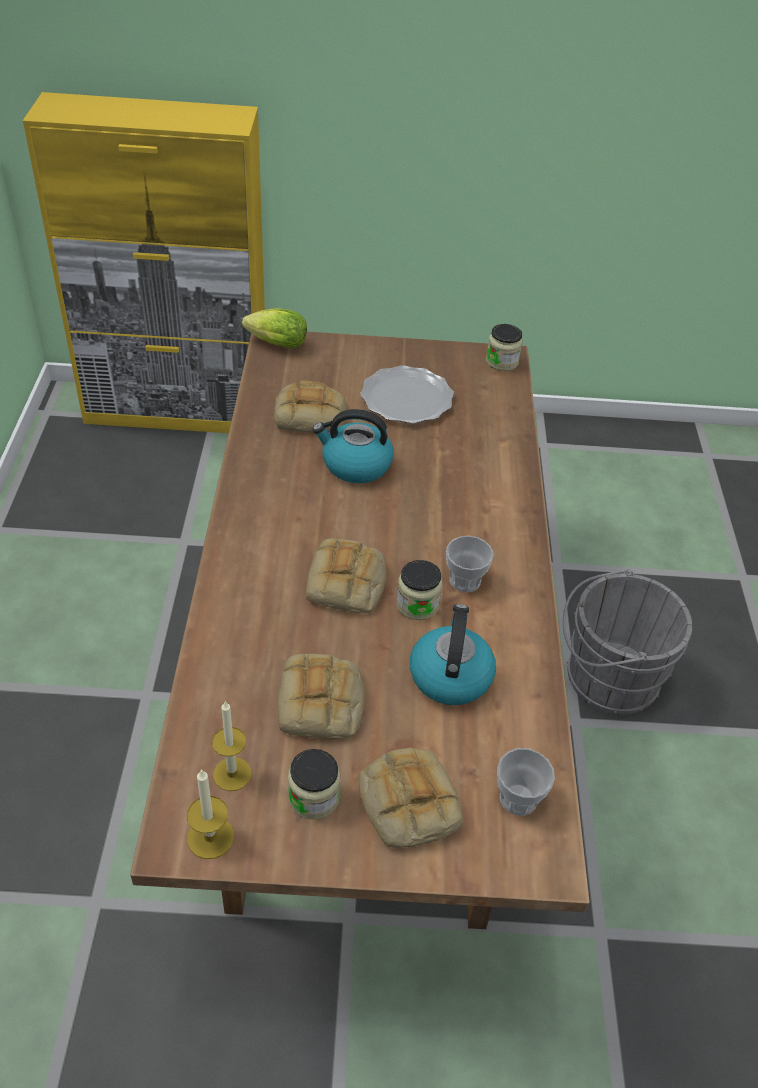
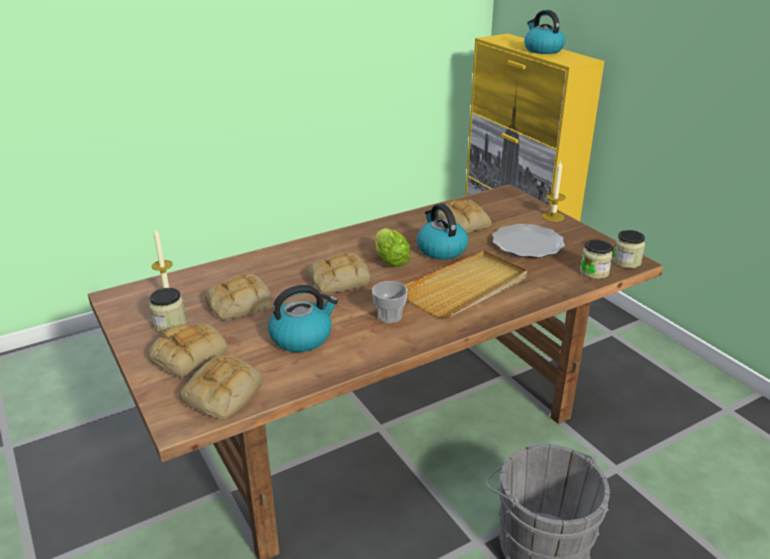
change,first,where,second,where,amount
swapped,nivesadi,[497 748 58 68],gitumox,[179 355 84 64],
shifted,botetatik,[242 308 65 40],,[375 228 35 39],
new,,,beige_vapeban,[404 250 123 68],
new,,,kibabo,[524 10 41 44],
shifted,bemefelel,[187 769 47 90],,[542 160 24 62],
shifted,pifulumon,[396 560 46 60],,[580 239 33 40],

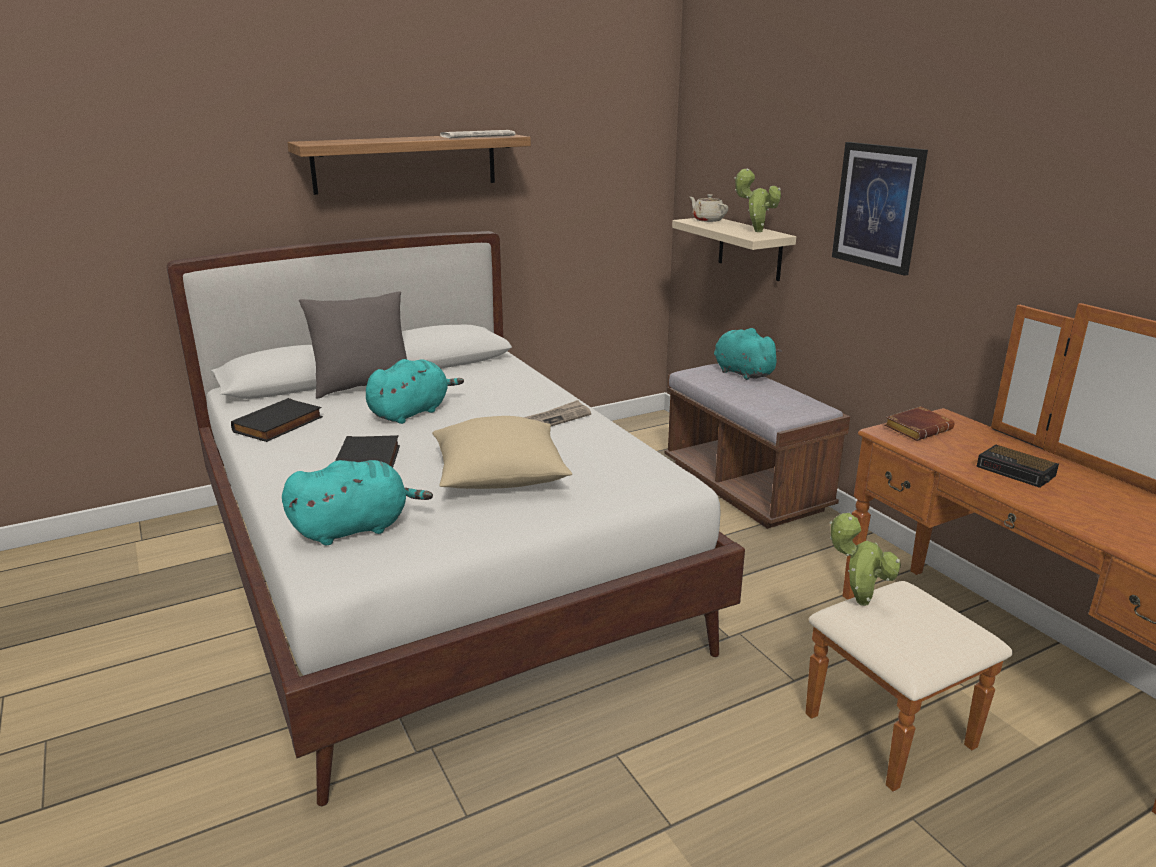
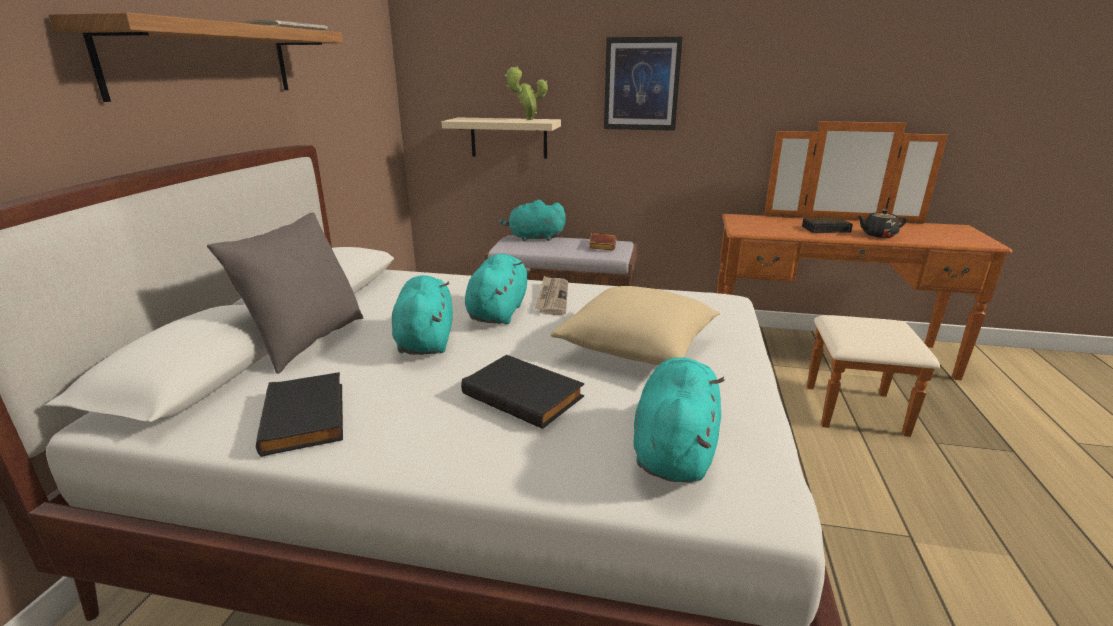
change,first,where,second,where,amount
new,,,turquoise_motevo,[465 254 66 70],
shifted,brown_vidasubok,[884 406 70 35],,[589 233 27 18],
new,,,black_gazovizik,[857 210 50 28],
gone,beige_gazovizik,[690 194 38 28],,,
gone,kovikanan,[829 512 72 94],,,

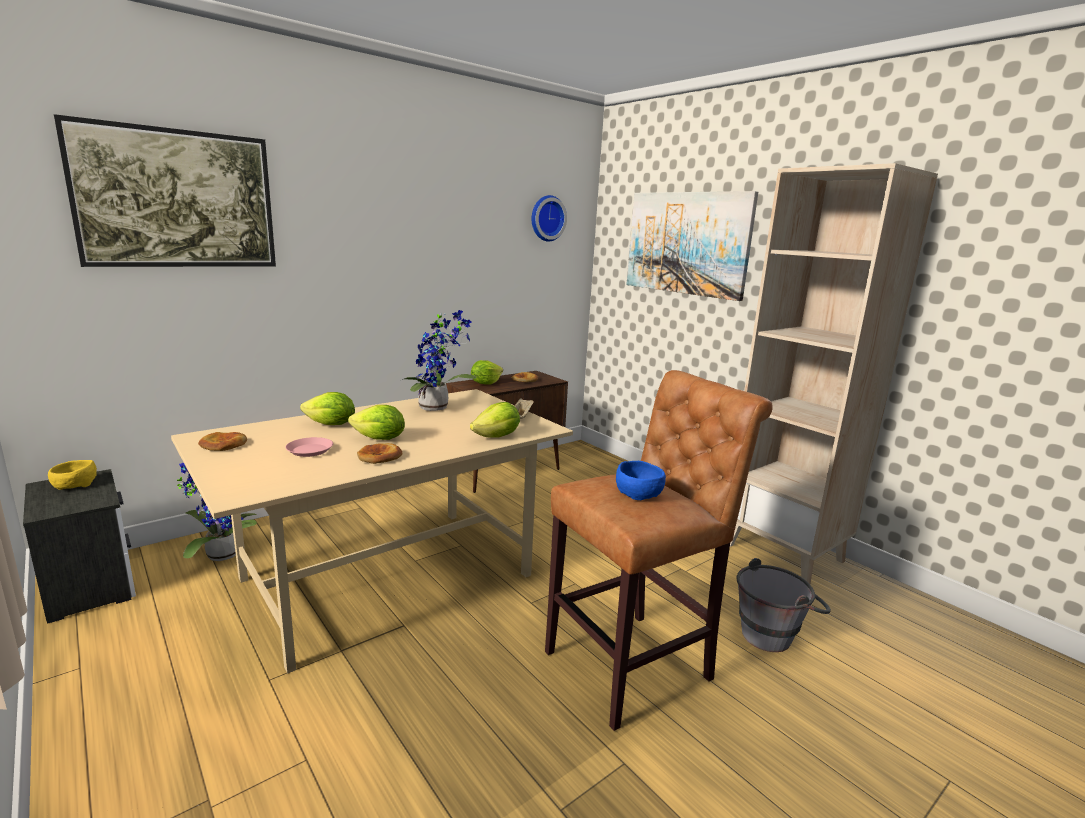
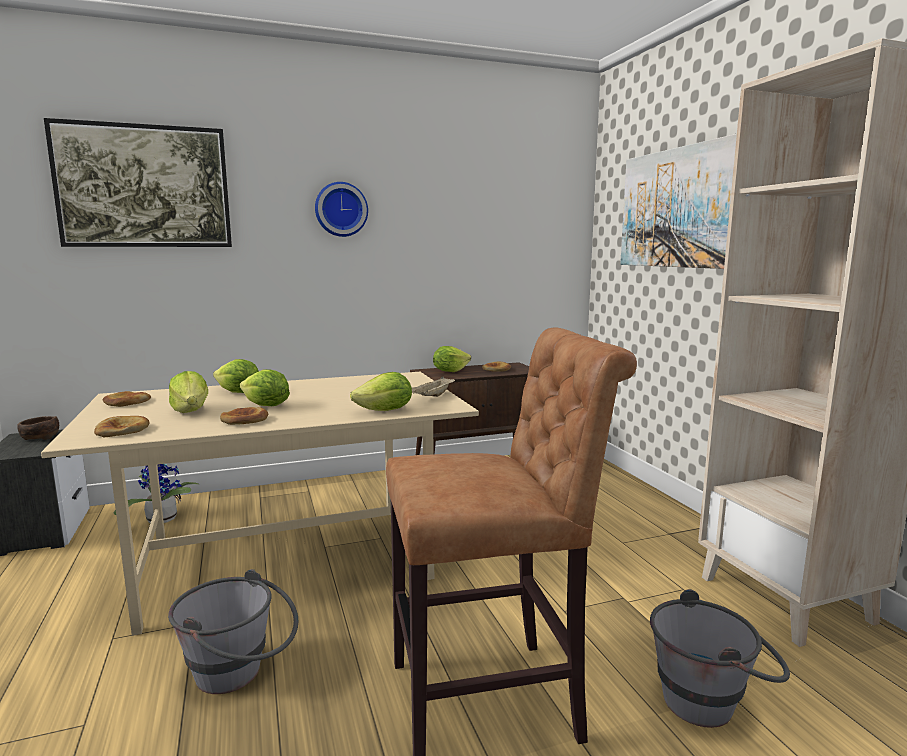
change,first,where,second,where,amount
repainted,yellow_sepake,[48 460 49 30],brown_sepake,[17 416 42 24],
new,,,gitumox,[94 416 56 21],
new,,,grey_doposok,[168 569 130 125],
swapped,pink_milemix,[286 437 47 20],botetatik,[169 371 39 42],
shifted,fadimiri,[532 195 35 47],,[315 182 53 55],
gone,kovikanan,[402 310 75 101],,,
gone,blue_sepake,[616 461 50 39],,,

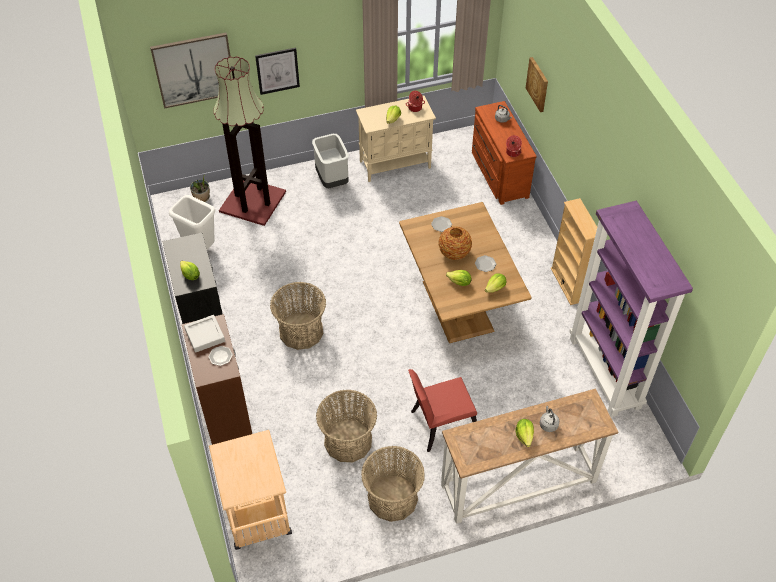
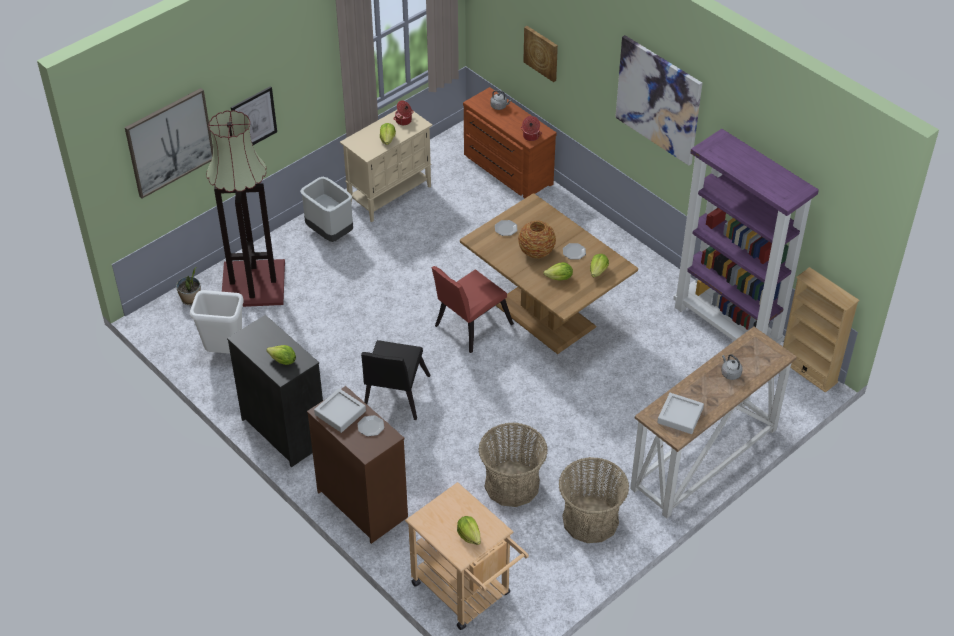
change,first,where,second,where,amount
swapped,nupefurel,[270 282 56 68],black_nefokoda,[361 340 69 80],
shifted,red_nefokoda,[408 369 69 83],,[431 266 83 87],
shifted,botetatik,[515 419 19 28],,[457 516 24 29],
new,,,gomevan,[615 35 87 130],
new,,,grey_vapeban,[657 393 47 41],
shifted,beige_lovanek,[551 198 46 107],,[783 267 76 126],

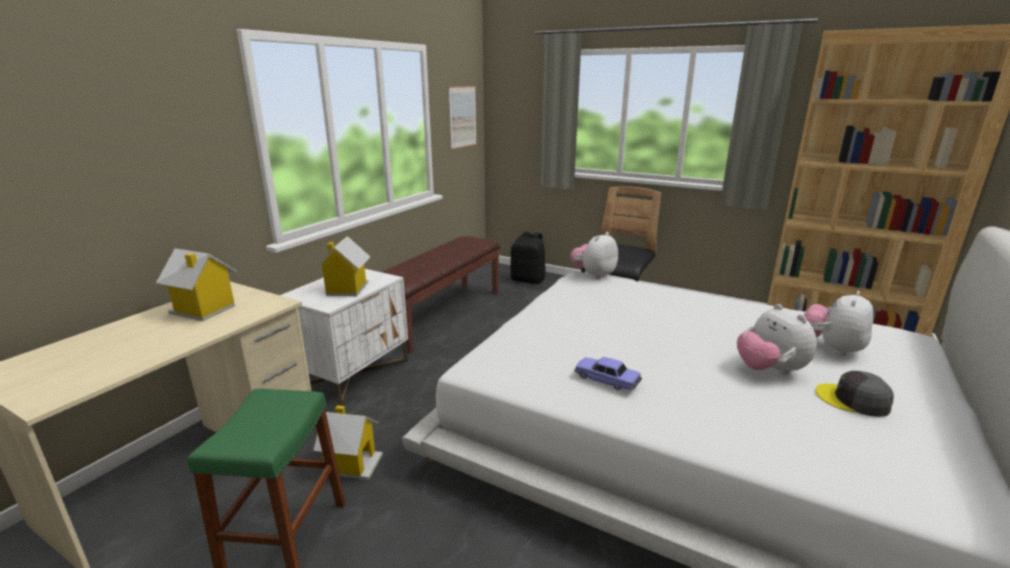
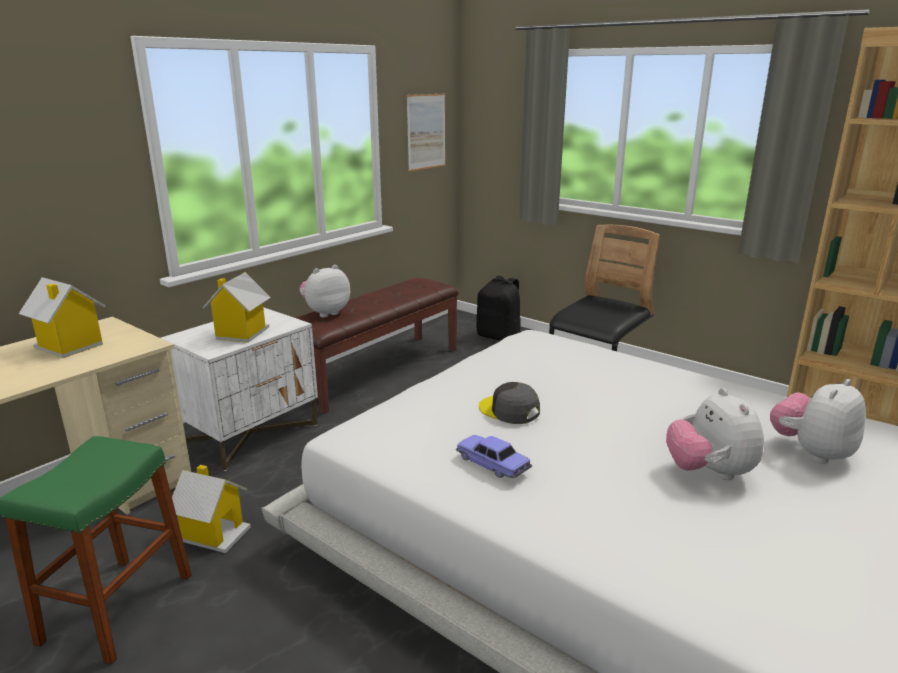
change,first,where,second,where,amount
shifted,motevo,[570 232 48 47],,[299 265 51 53],
shifted,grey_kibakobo,[816 371 78 46],,[479 382 61 42],

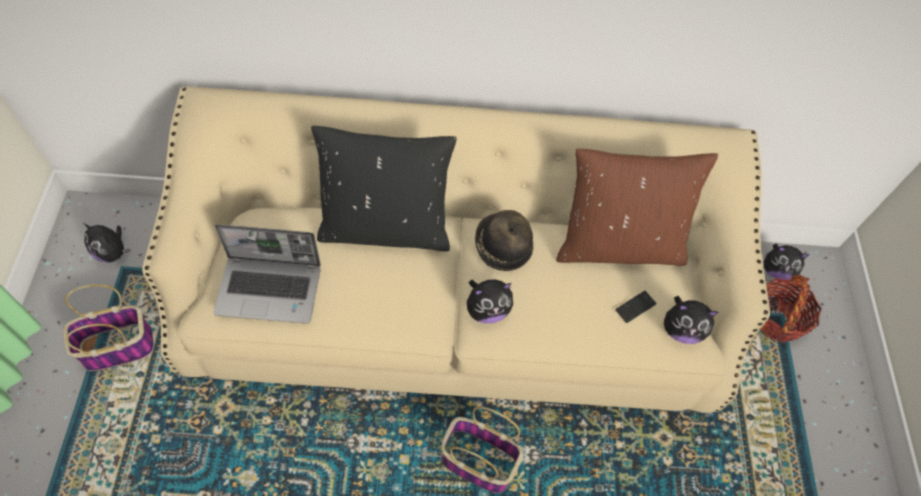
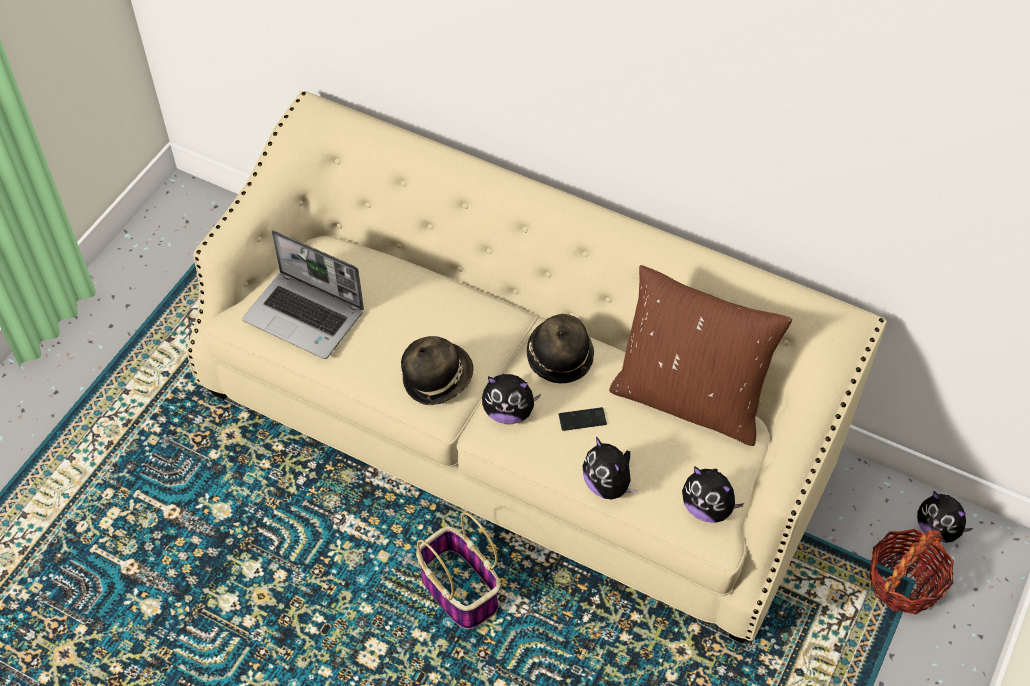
change,first,where,second,where,amount
new,,,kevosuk,[401 336 73 69],
shifted,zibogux,[615 291 41 32],,[559 407 48 24],
shifted,motevo,[83 223 48 40],,[583 437 55 62],
gone,nupefurel,[63 284 91 87],,,
gone,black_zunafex,[311 126 146 126],,,

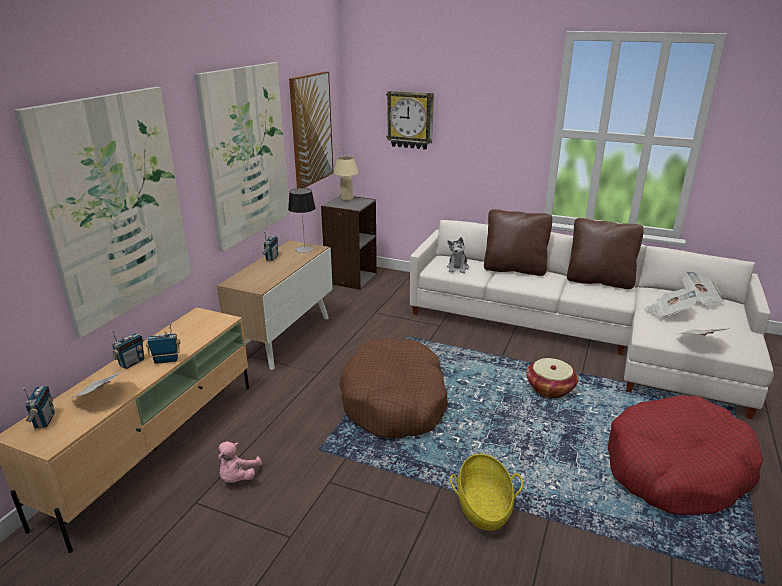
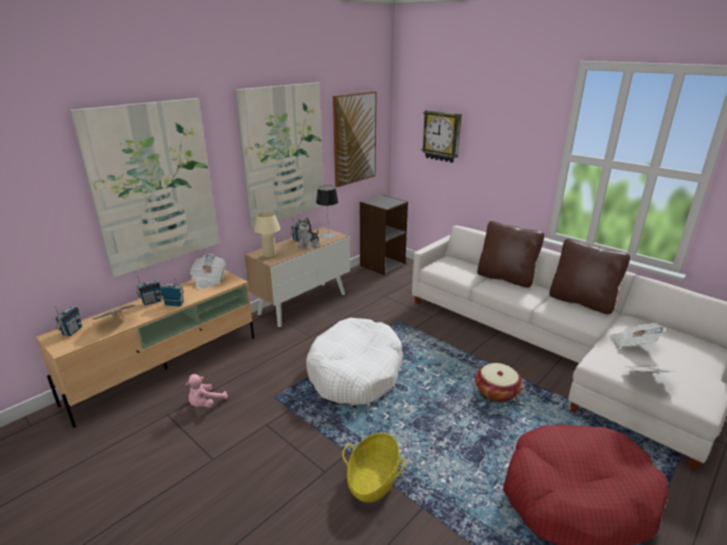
change,first,where,second,where,amount
shifted,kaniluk,[682 271 42 39],,[190 254 36 35],
shifted,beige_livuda,[334 156 25 45],,[254 212 26 46],
shifted,motevo,[447 237 22 36],,[298 217 21 33],
repainted,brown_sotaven,[339 338 109 100],white_sotaven,[306 318 97 87],

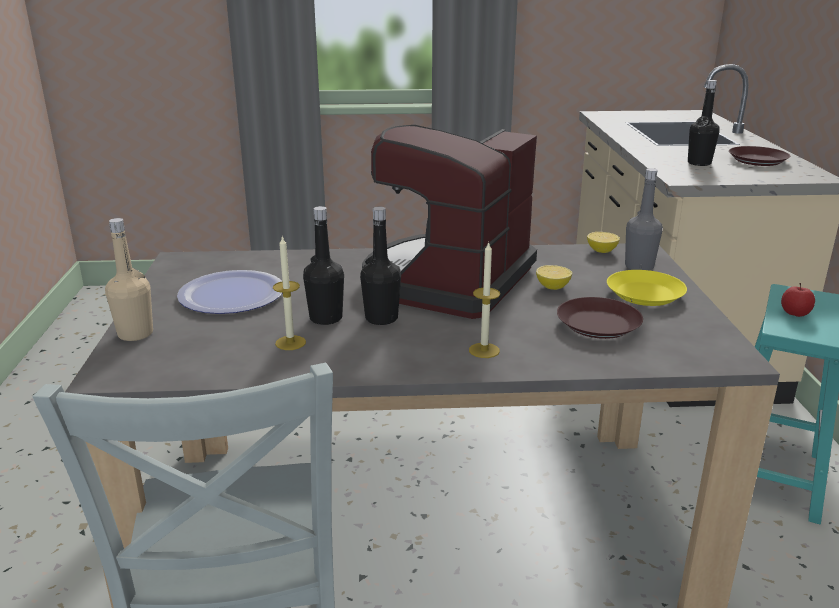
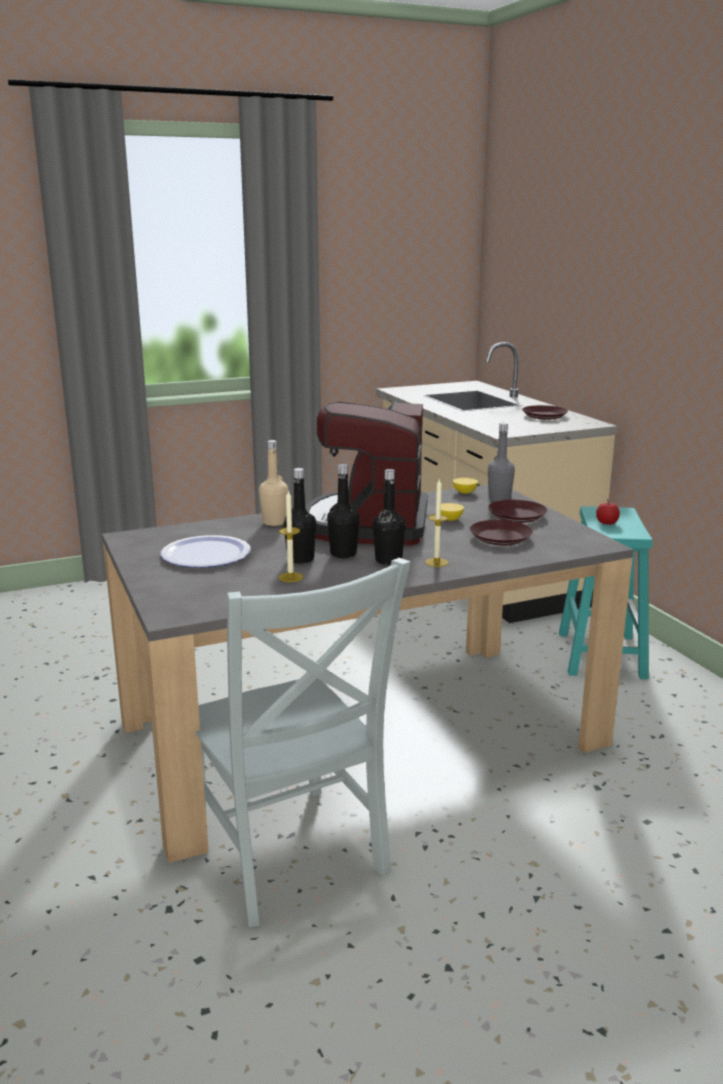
change,first,where,second,where,amount
shifted,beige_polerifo,[105 218 48 123],,[259 440 29 86],
shifted,black_polerifo,[688 80 32 86],,[373 469 33 96],
repainted,yellow_milemix,[607 270 80 36],brown_milemix,[488 500 59 23],

